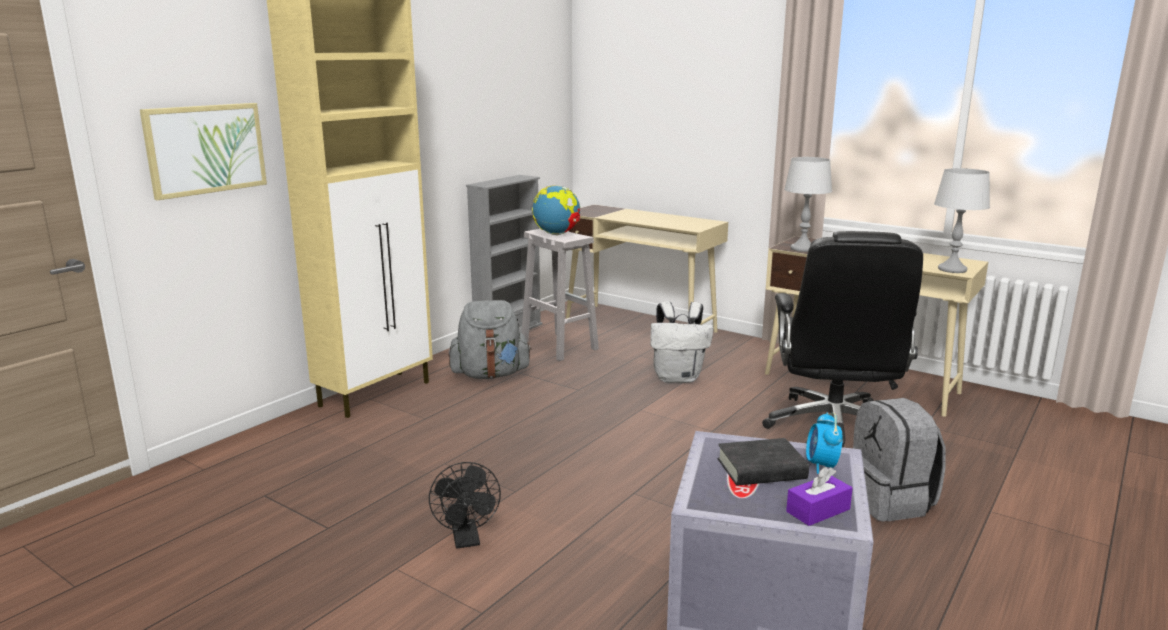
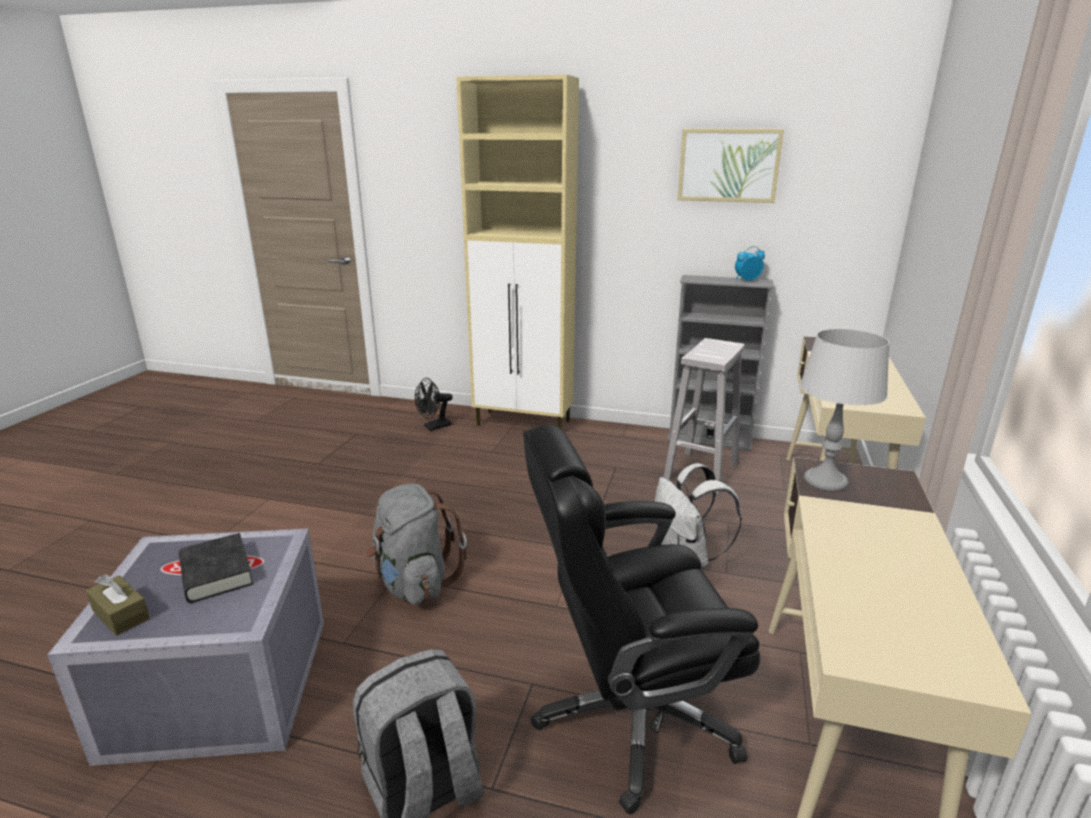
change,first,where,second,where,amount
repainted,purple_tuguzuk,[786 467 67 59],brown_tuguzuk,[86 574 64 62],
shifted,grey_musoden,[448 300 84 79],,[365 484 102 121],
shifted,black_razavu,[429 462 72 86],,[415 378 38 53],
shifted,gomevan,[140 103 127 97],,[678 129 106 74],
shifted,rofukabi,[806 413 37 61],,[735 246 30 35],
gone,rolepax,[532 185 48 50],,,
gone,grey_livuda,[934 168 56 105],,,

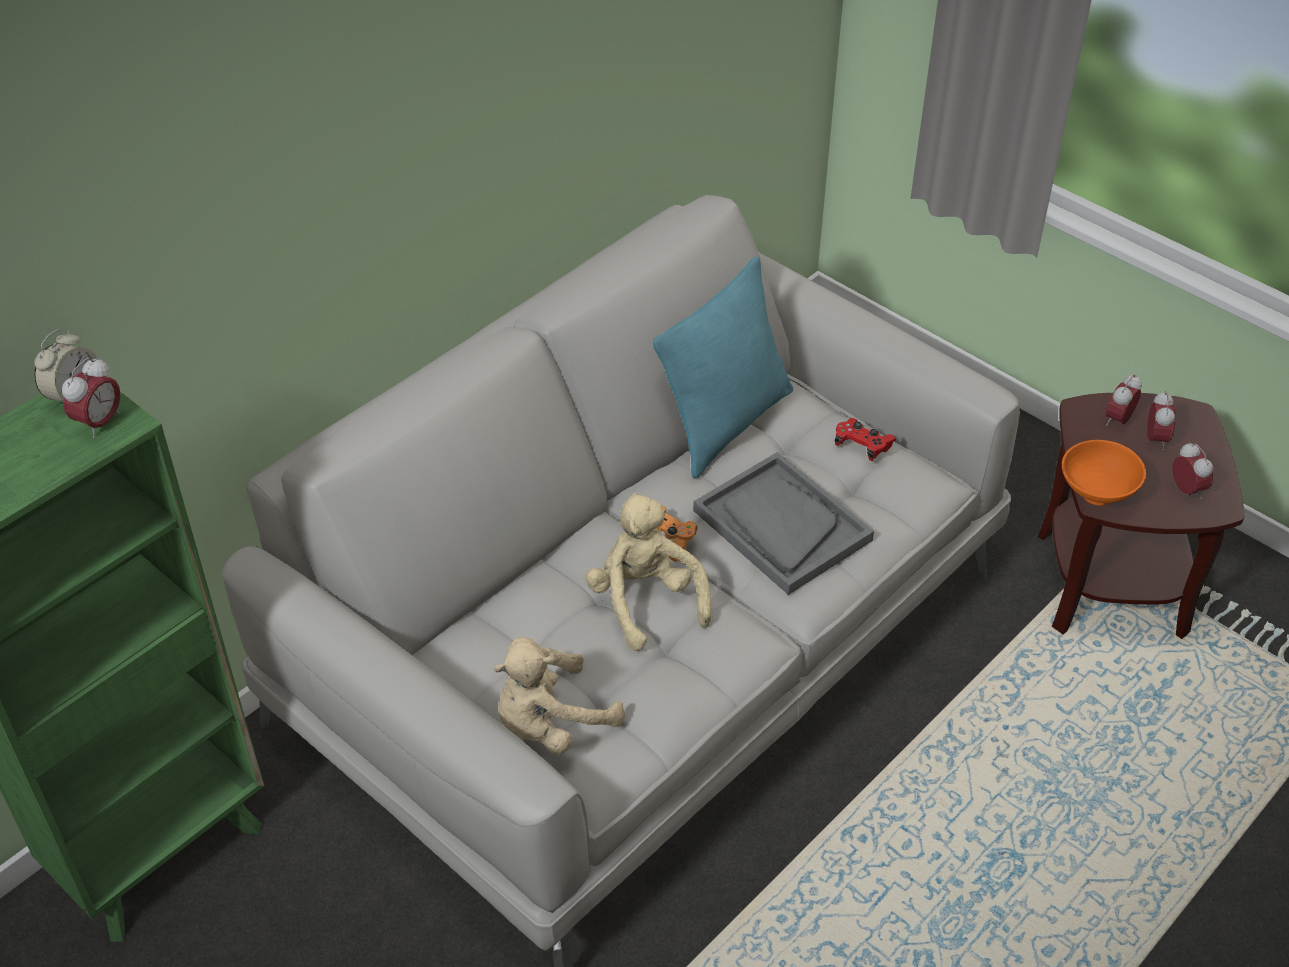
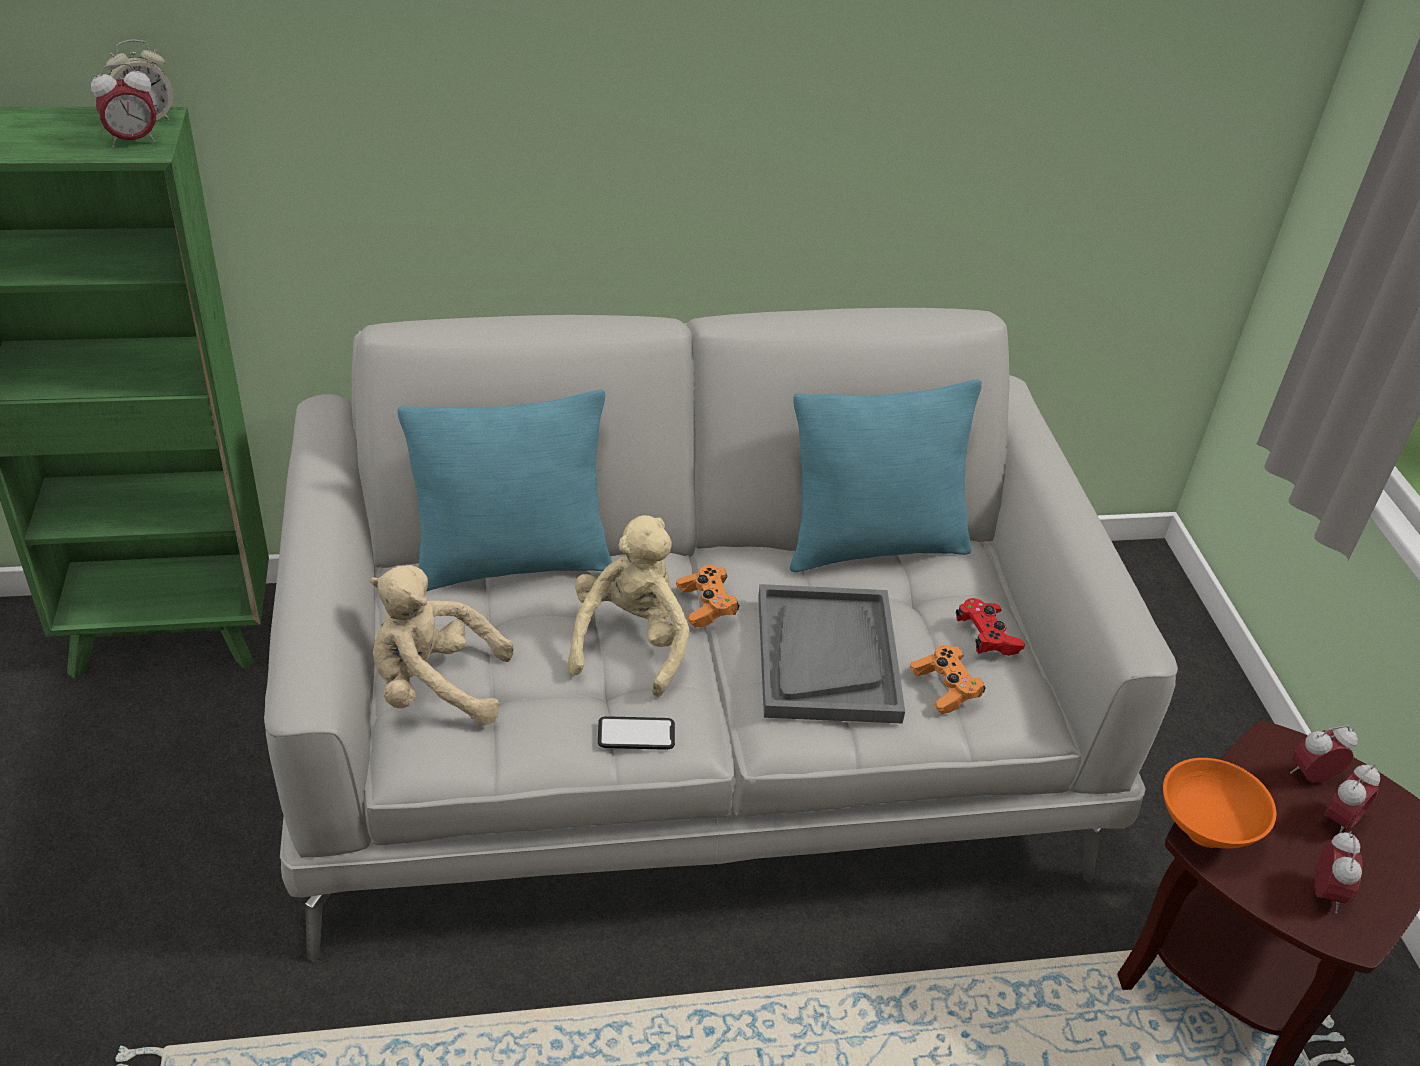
change,first,where,second,where,amount
new,,,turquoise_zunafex,[398 390 214 201],
new,,,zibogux,[598 716 77 34],
new,,,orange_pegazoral,[910 645 76 69],

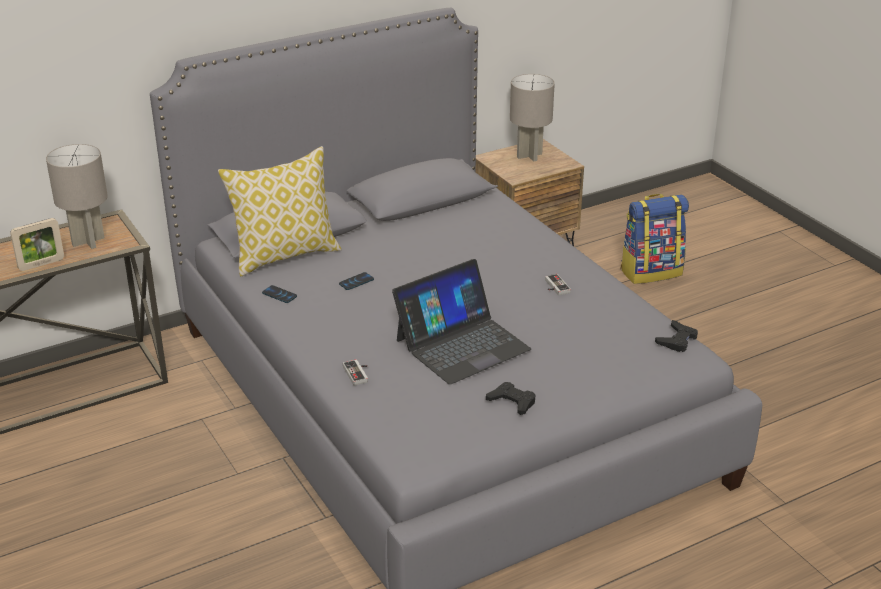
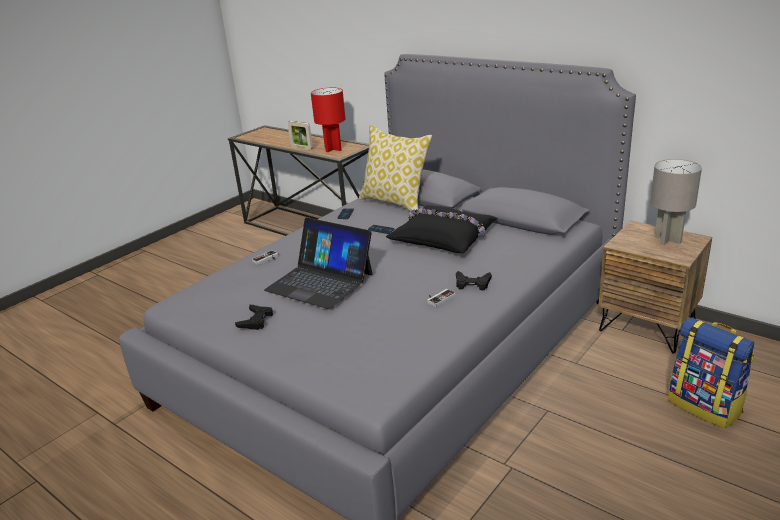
change,first,where,second,where,amount
repainted,grey_livuda,[46 144 62 105],red_livuda,[311 88 35 64],
new,,,black_zunafex,[386 205 111 48],
shifted,black_pegazoral,[655 320 43 32],,[456 271 36 20],

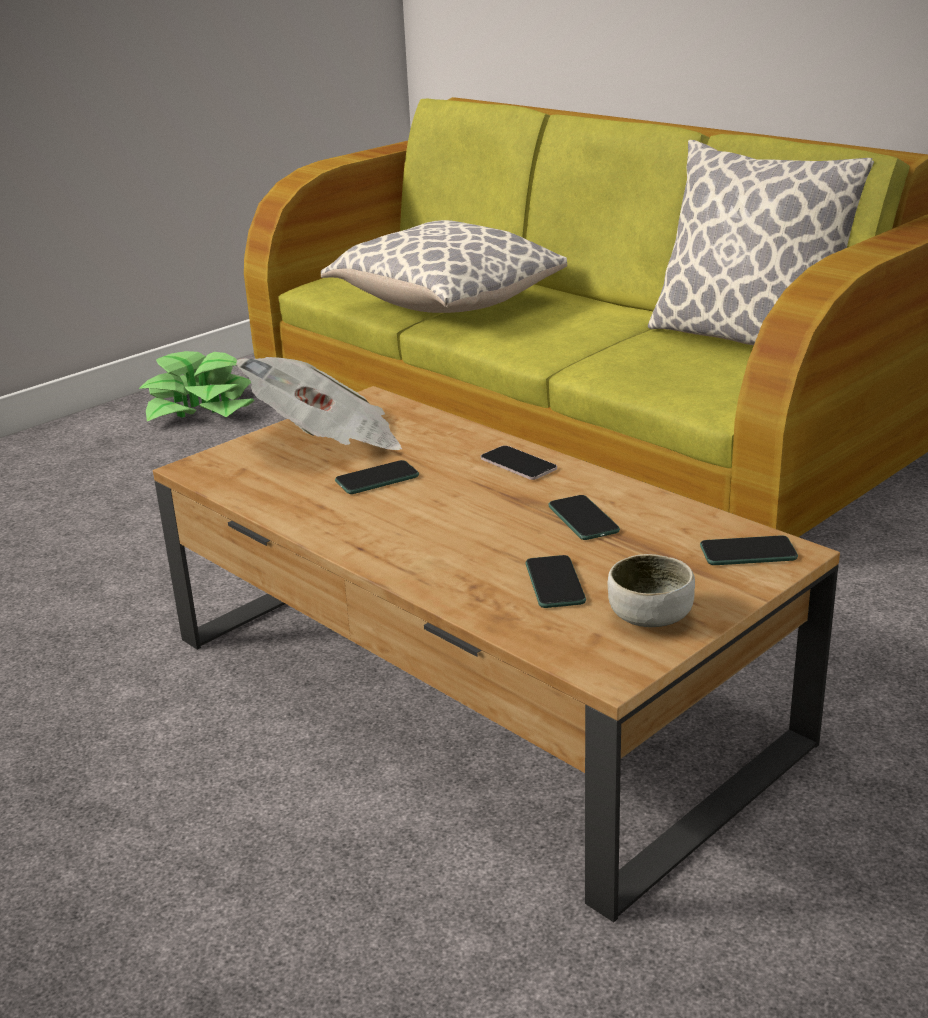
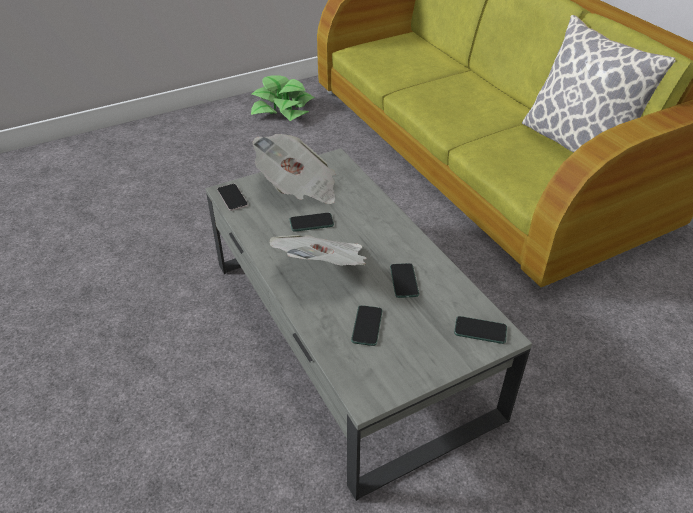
change,first,where,second,where,amount
repainted,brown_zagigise,[153 386 687 536],grey_zagigise,[206 148 326 353],
shifted,zibogux,[481 445 76 35],,[217 184 31 27],
new,,,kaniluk,[270 235 96 31],
gone,zunafex,[321 220 246 93],,,
gone,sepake,[608 554 87 73],,,

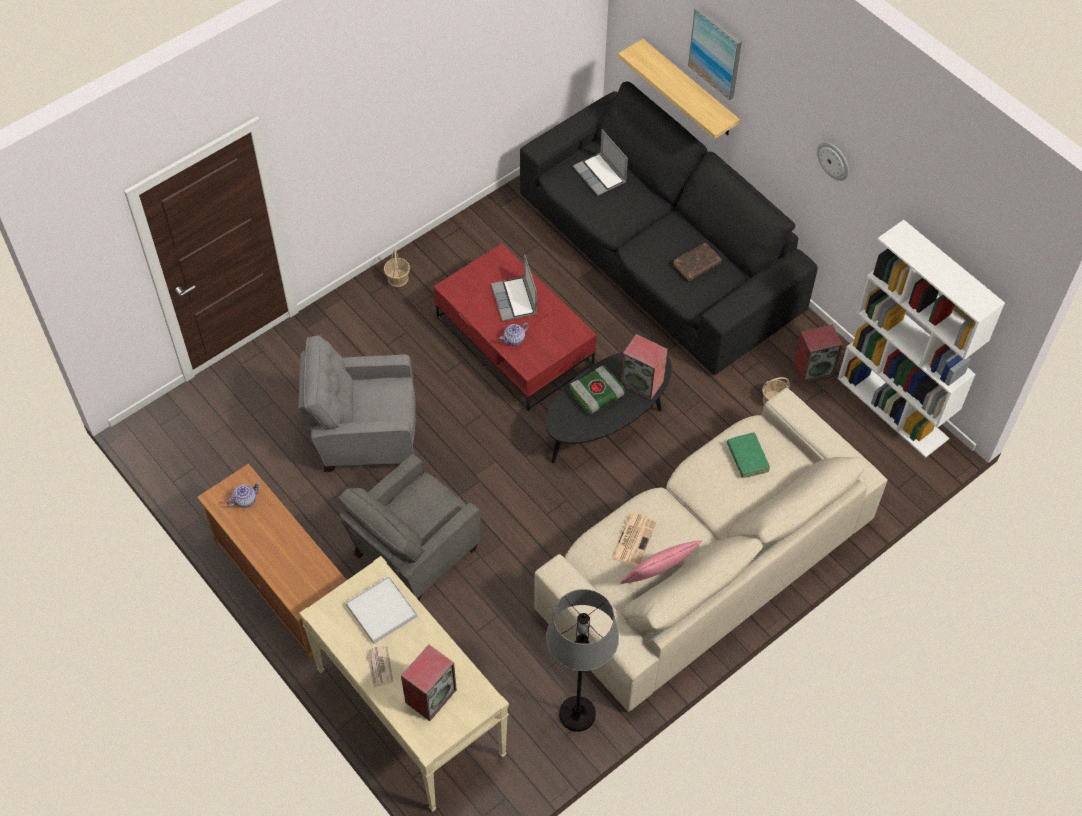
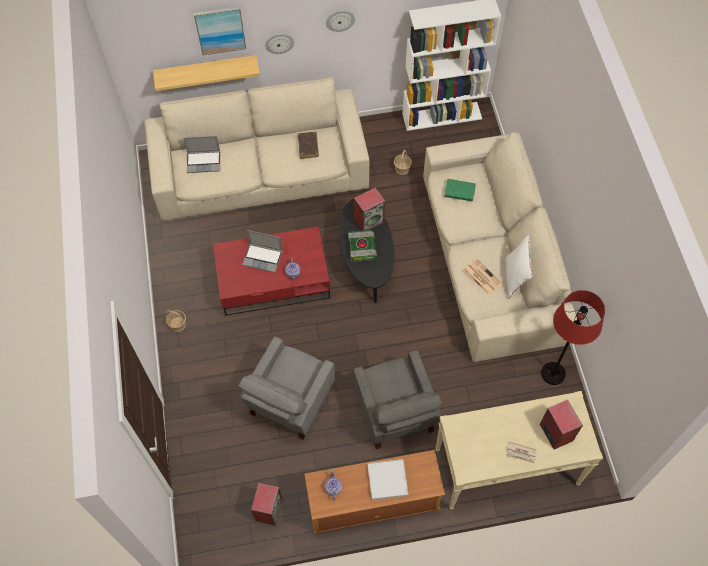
change,first,where,second,where,amount
repainted,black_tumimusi,[520 81 298 294],beige_tumimusi,[145 78 224 143],
shifted,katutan,[793 324 50 60],,[251 483 31 43],
new,,,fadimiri,[265 34 29 20],
shifted,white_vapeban,[346 576 71 68],,[367 459 41 41],
repainted,pink_zunafex,[620 540 82 44],white_zunafex,[505 234 28 65],
repainted,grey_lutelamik,[546 589 73 143],red_lutelamik,[541 290 64 95],

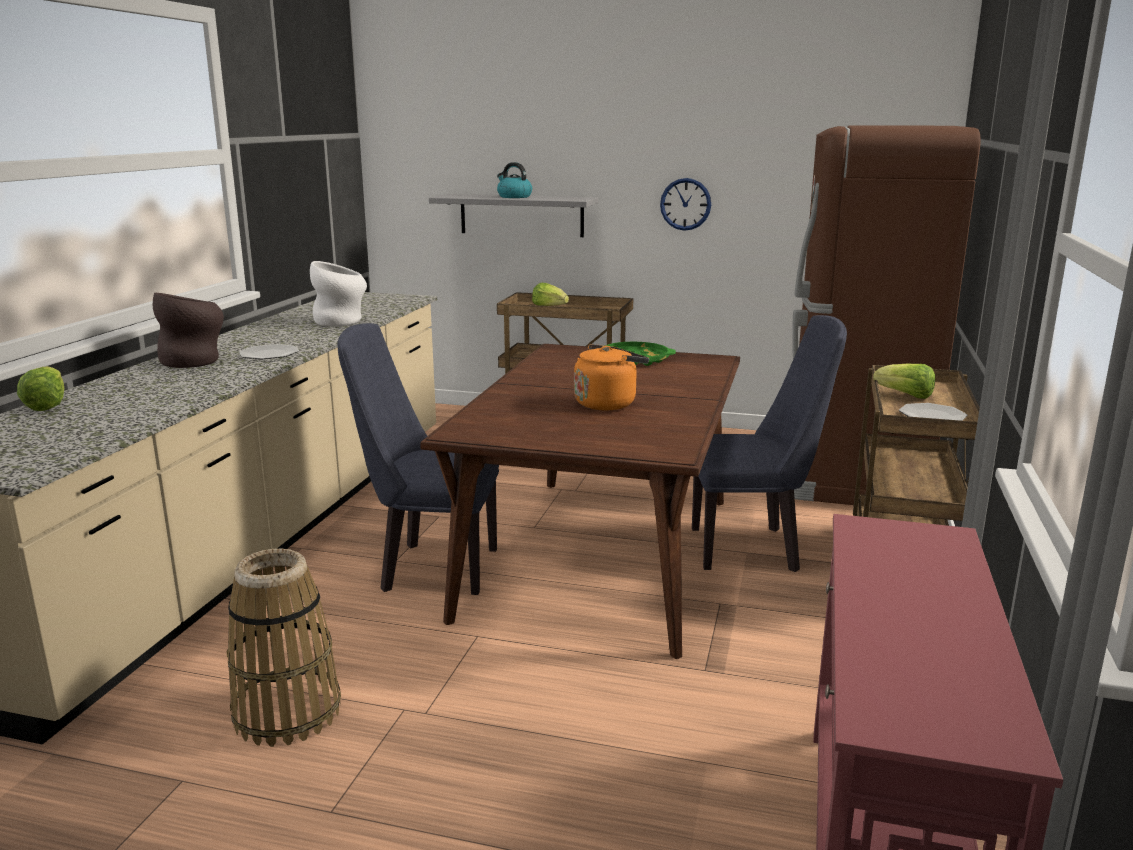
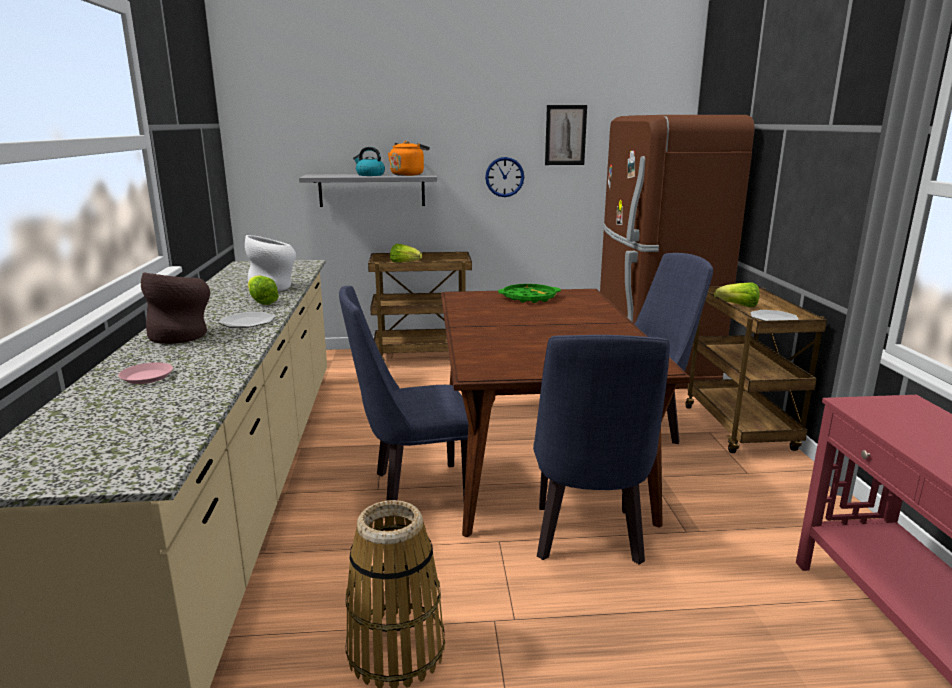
change,first,where,second,where,amount
new,,,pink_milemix,[118 362 55 22],
shifted,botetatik,[17 366 47 45],,[248 275 31 30],
shifted,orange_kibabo,[574 344 75 66],,[388 141 42 35],
new,,,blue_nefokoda,[533 335 137 229],
new,,,gomevan,[545 105 42 60],

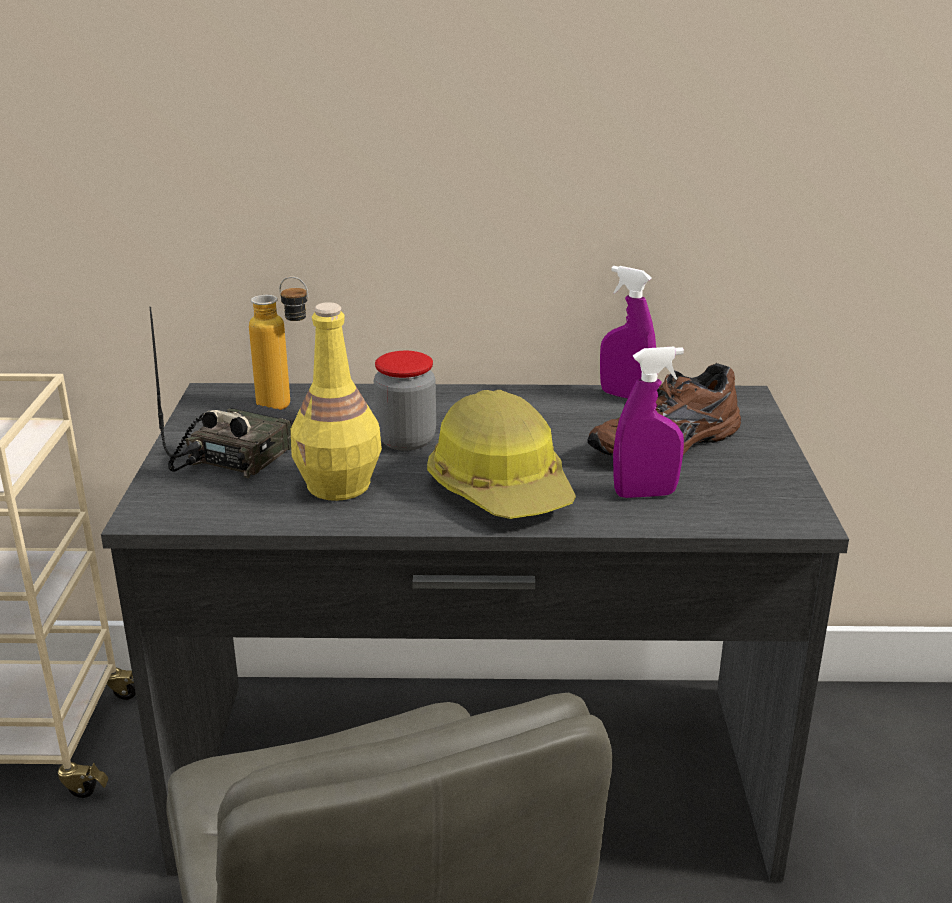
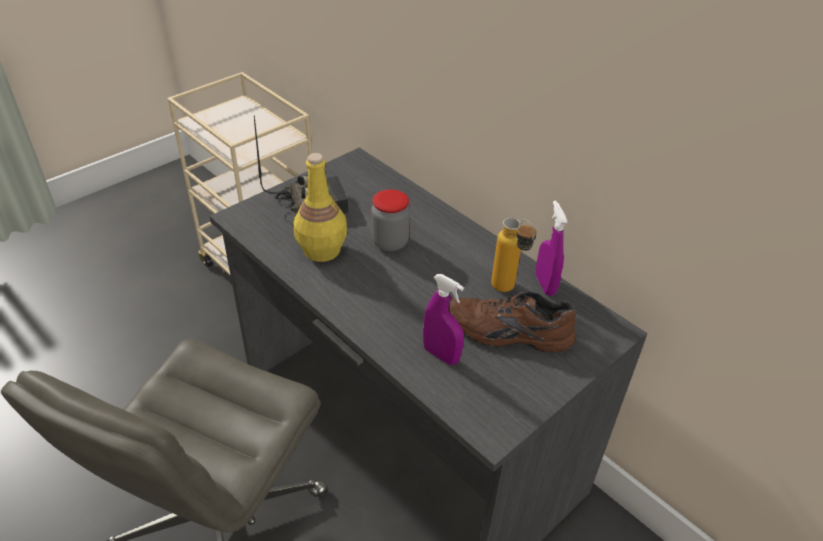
change,first,where,second,where,amount
shifted,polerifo,[249 276 59 134],,[491 218 46 74],
gone,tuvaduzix,[427 390 149 129],,,

